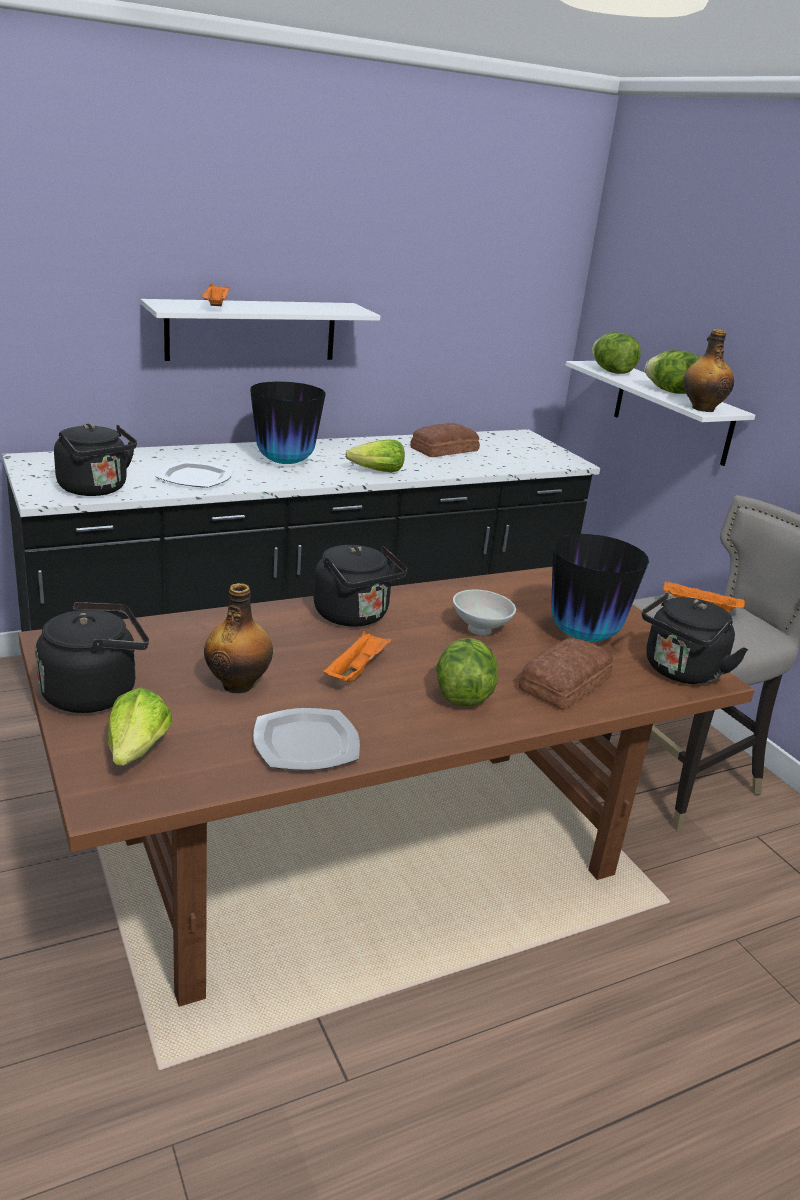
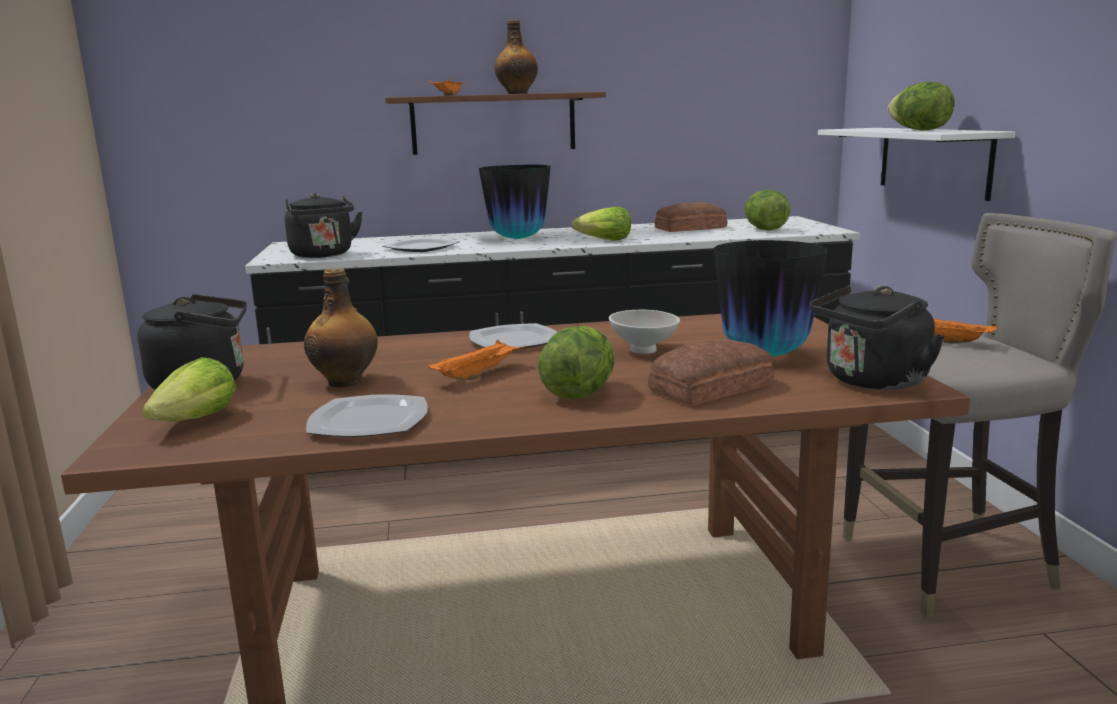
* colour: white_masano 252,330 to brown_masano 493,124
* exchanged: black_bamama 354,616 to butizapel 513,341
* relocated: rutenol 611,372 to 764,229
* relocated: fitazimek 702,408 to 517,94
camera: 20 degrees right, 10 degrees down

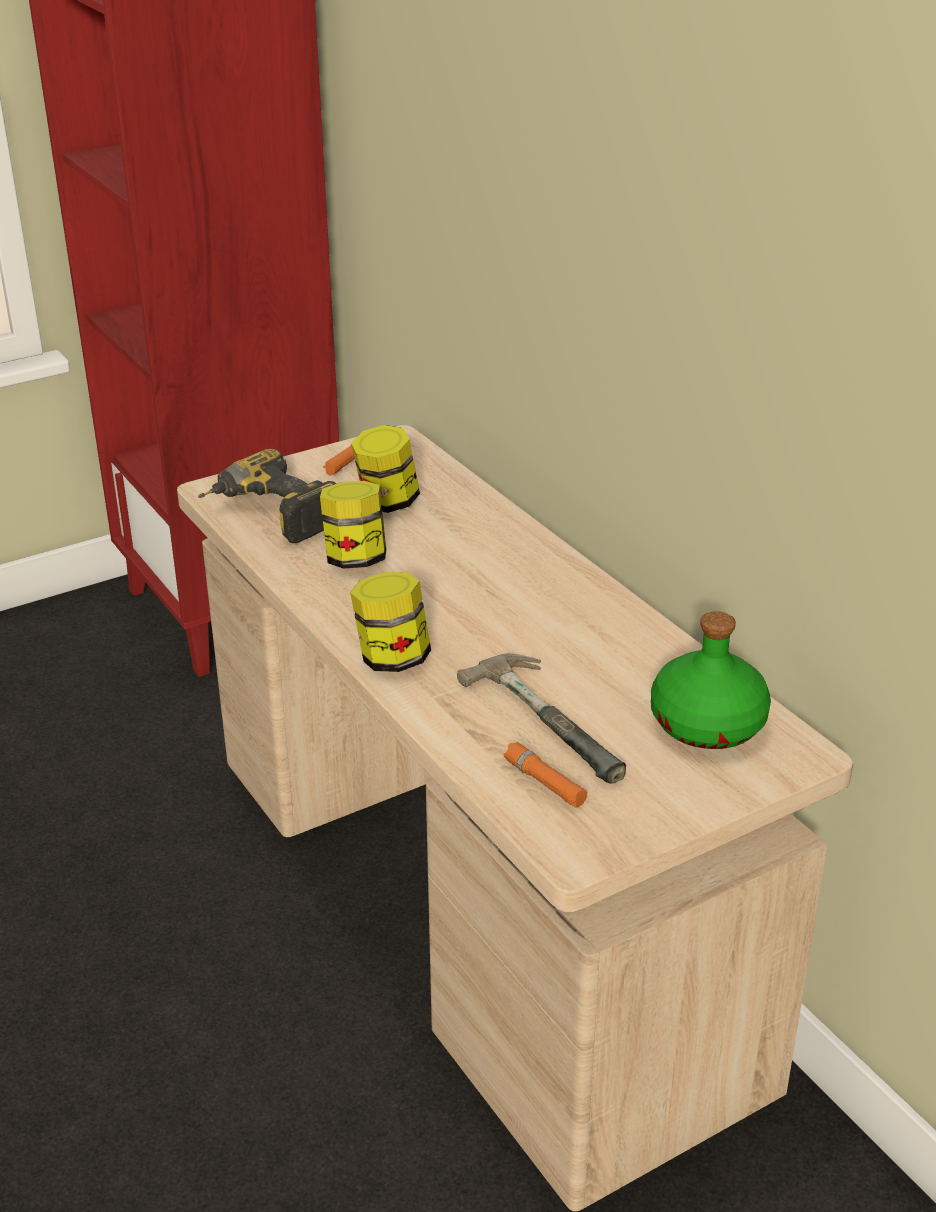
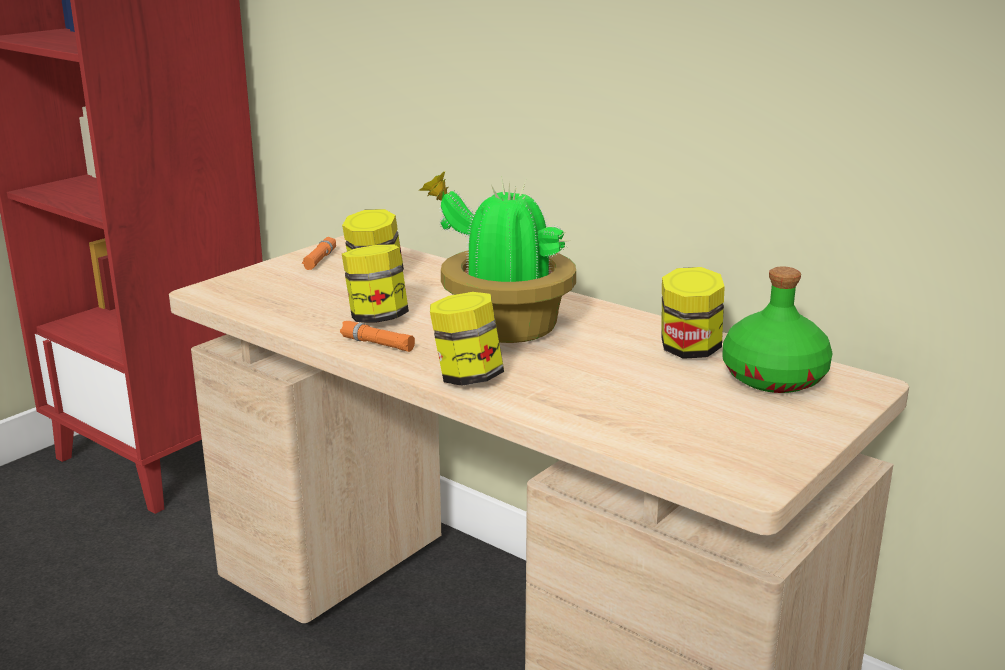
* missing: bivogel 268,516
* missing: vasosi 557,718
* relocated: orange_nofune 544,782 to 377,343
* appeared: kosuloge 503,328
* appeared: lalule 689,350
camera: 20 degrees left, 10 degrees down

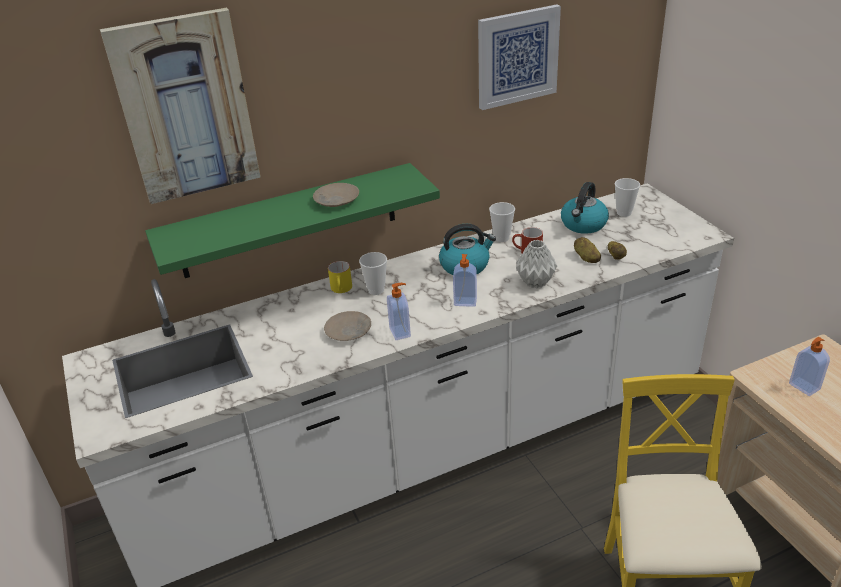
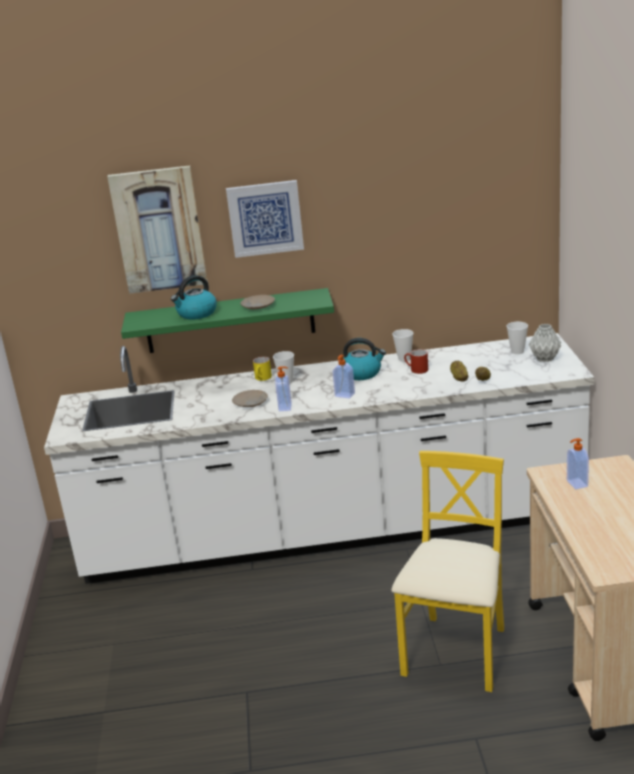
* relocated: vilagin 517,57 to 265,218
* relocated: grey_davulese 535,282 to 545,358
* relocated: bamama 583,224 to 196,313
camera: 20 degrees right, 10 degrees down

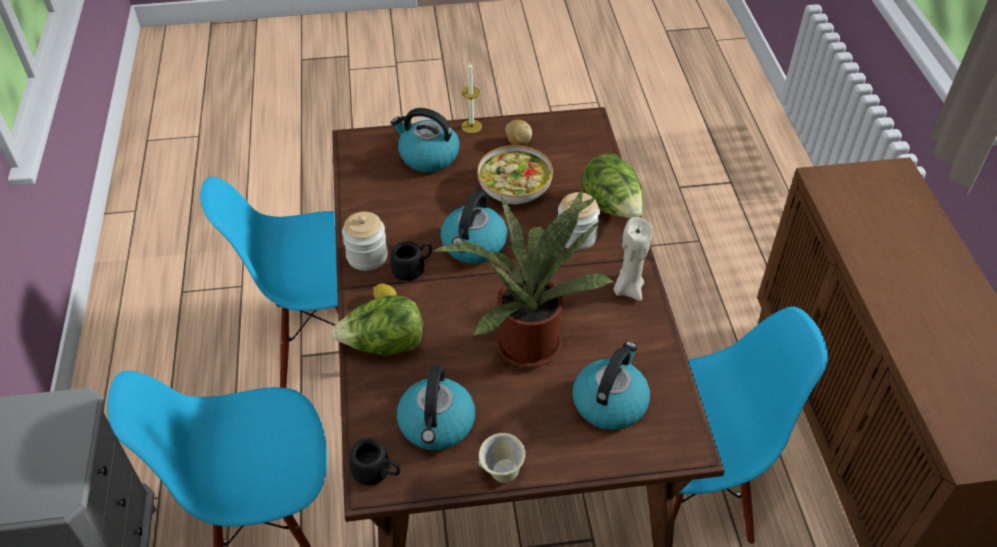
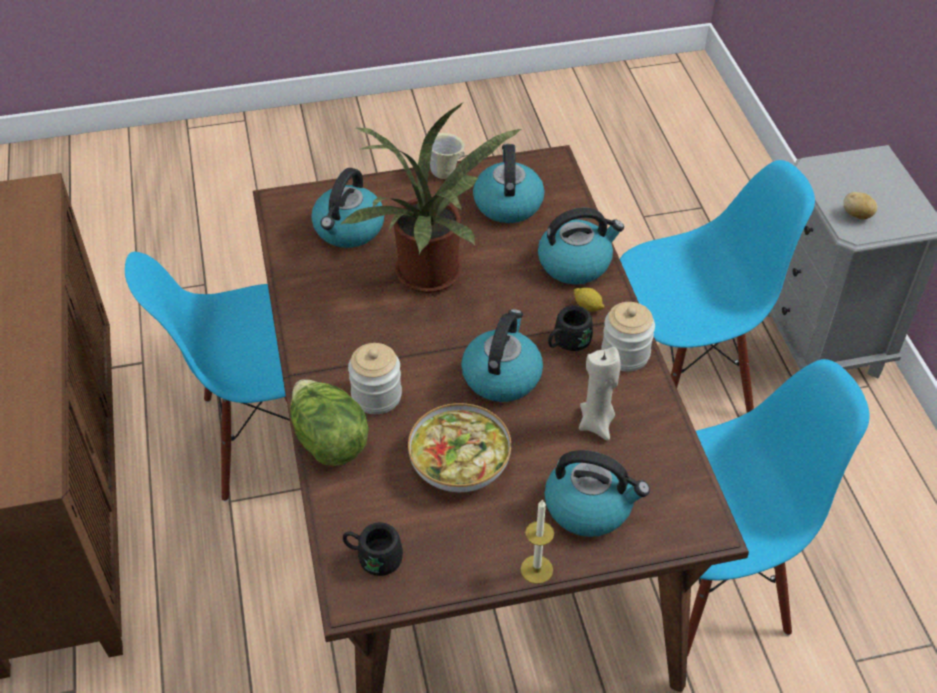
* exchanged: rutenol 384,345 to bamama 575,263
* relocated: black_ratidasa 377,473 to 373,558
* relocated: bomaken 517,142 to 857,215
* relocated: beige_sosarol 628,289 to 597,423
camera: 175 degrees right, 0 degrees up

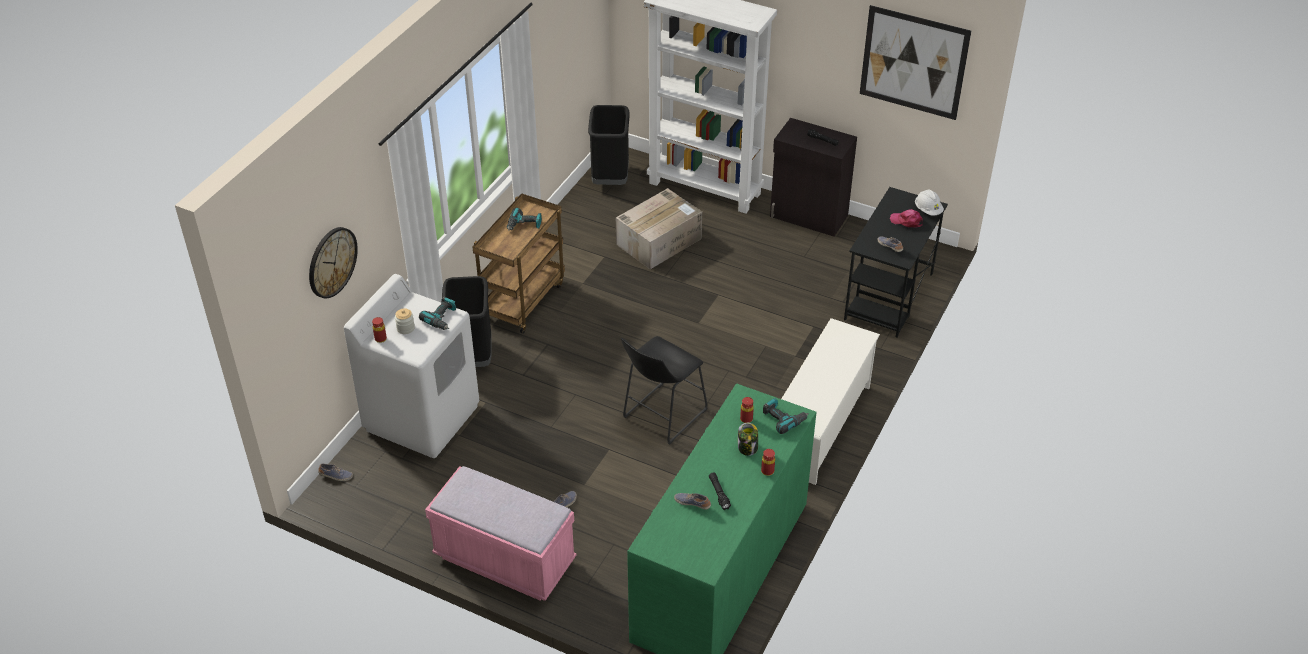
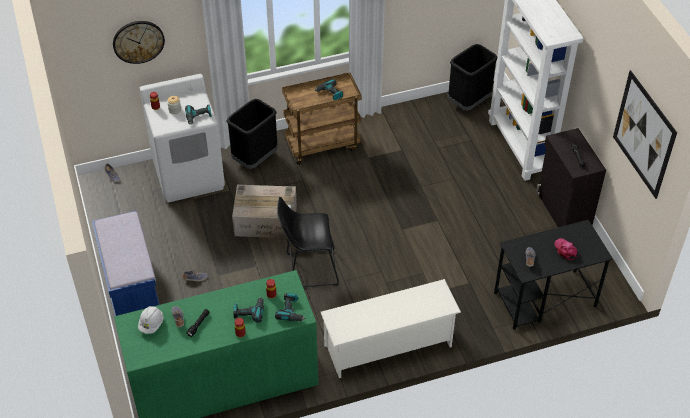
* colour: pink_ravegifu 504,560 to blue_ravegifu 130,284
* relocated: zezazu 659,241 to 266,220
* exchanged: lalule 747,448 to bivogel 249,312
* relocated: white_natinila 928,210 to 151,324
camera: 45 degrees right, 5 degrees up

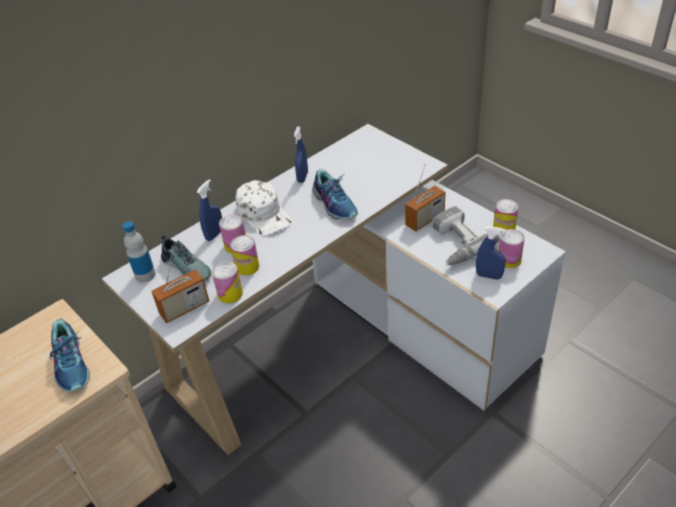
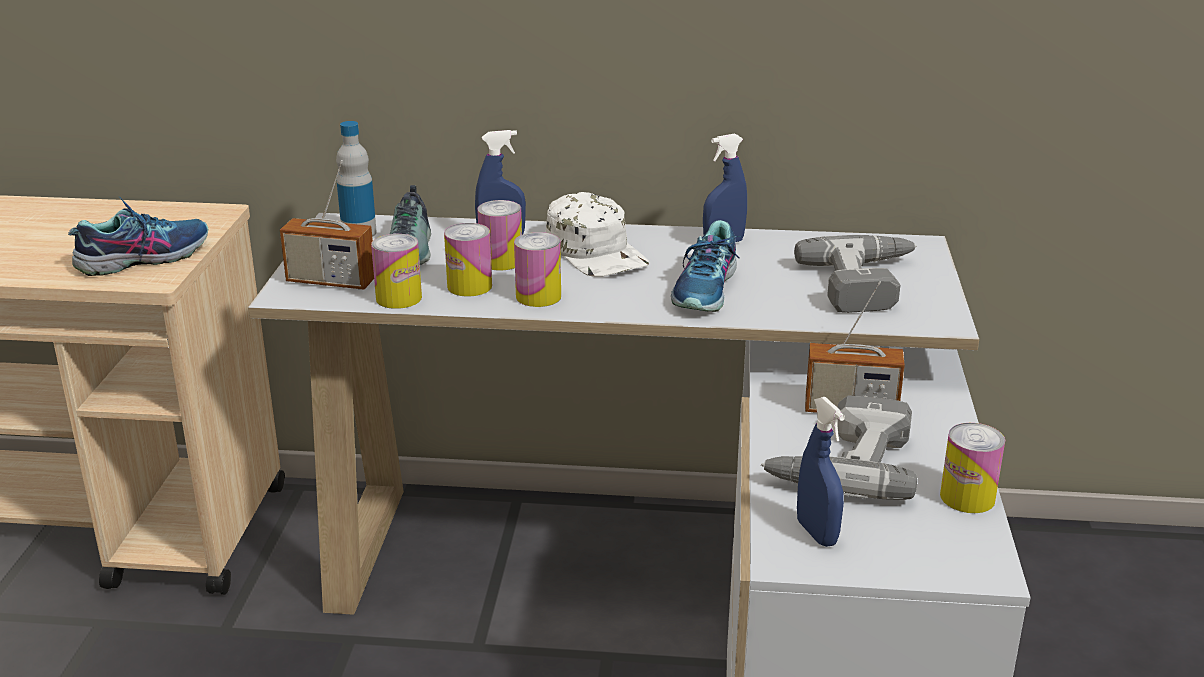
* spun: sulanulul 72,364 = 144,257 150 degrees counterclockwise
* spun: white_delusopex 264,214 = 597,251 45 degrees counterclockwise
* relocated: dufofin 509,260 to 538,296
* appeared: bivogel 868,284
camera: 45 degrees right, 15 degrees down

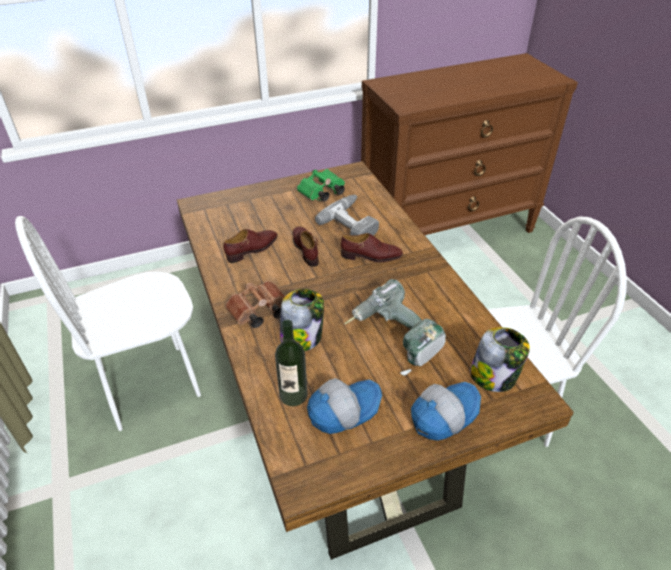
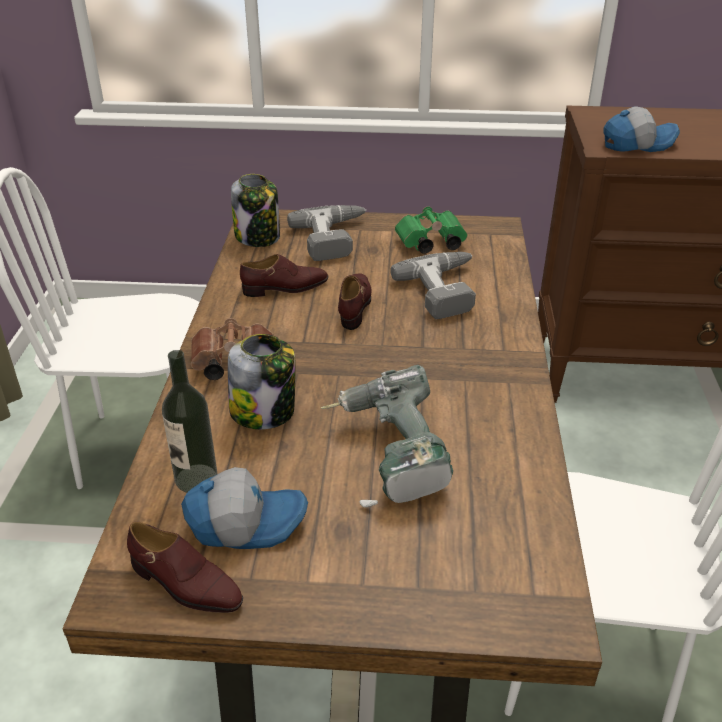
* relocated: brown_sulanulul 371,256 to 185,584
* relocated: delusopex 443,414 to 637,144
* relocated: lalule 494,376 to 258,237
* appeared: bivogel 335,238
camera: 25 degrees right, 5 degrees down

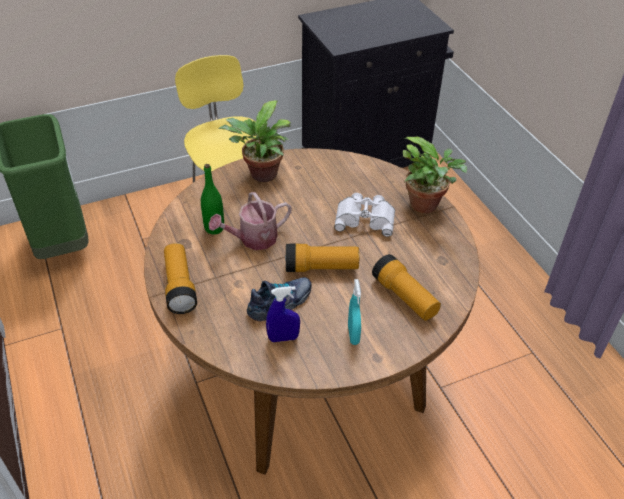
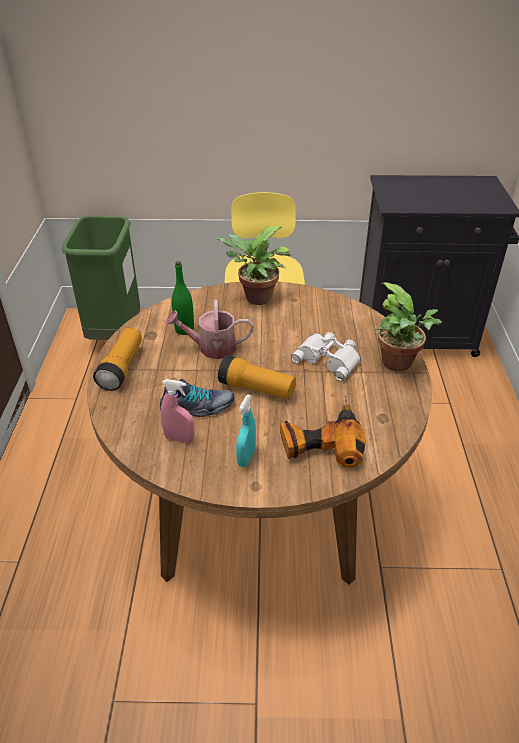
* colour: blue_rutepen 283,338 to pink_rutepen 179,438
* exchanged: nofune 405,297 to bivogel 320,440
camera: 25 degrees right, 5 degrees down

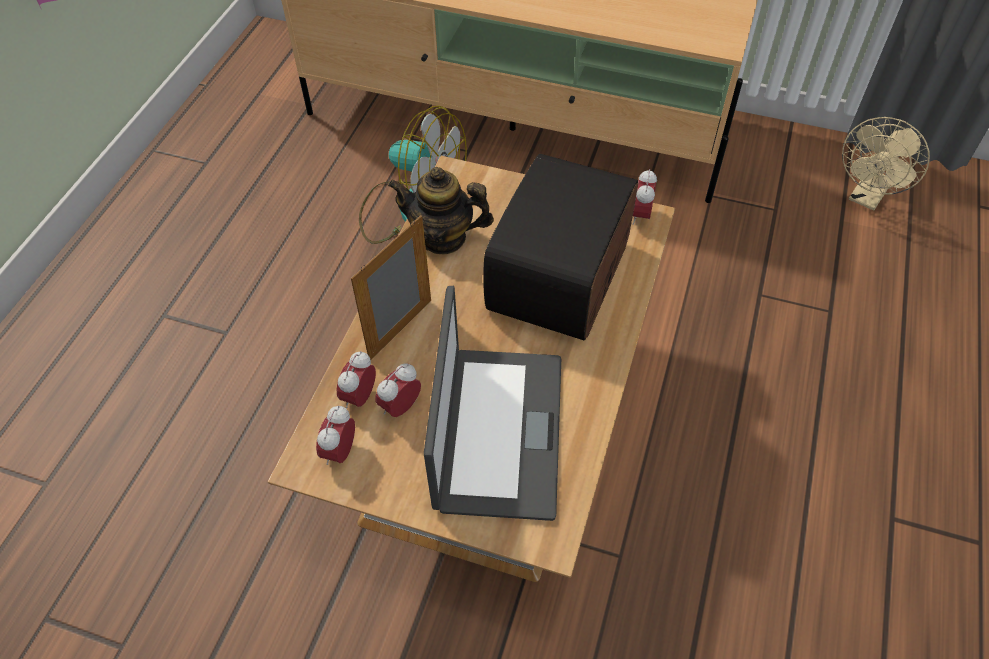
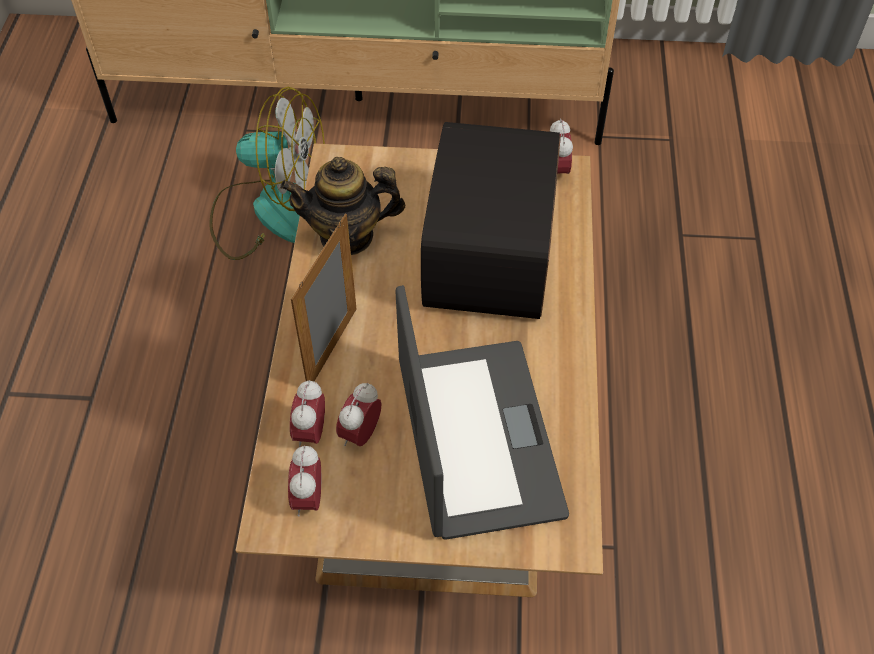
* missing: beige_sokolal 867,198
camera: 15 degrees left, 0 degrees up

